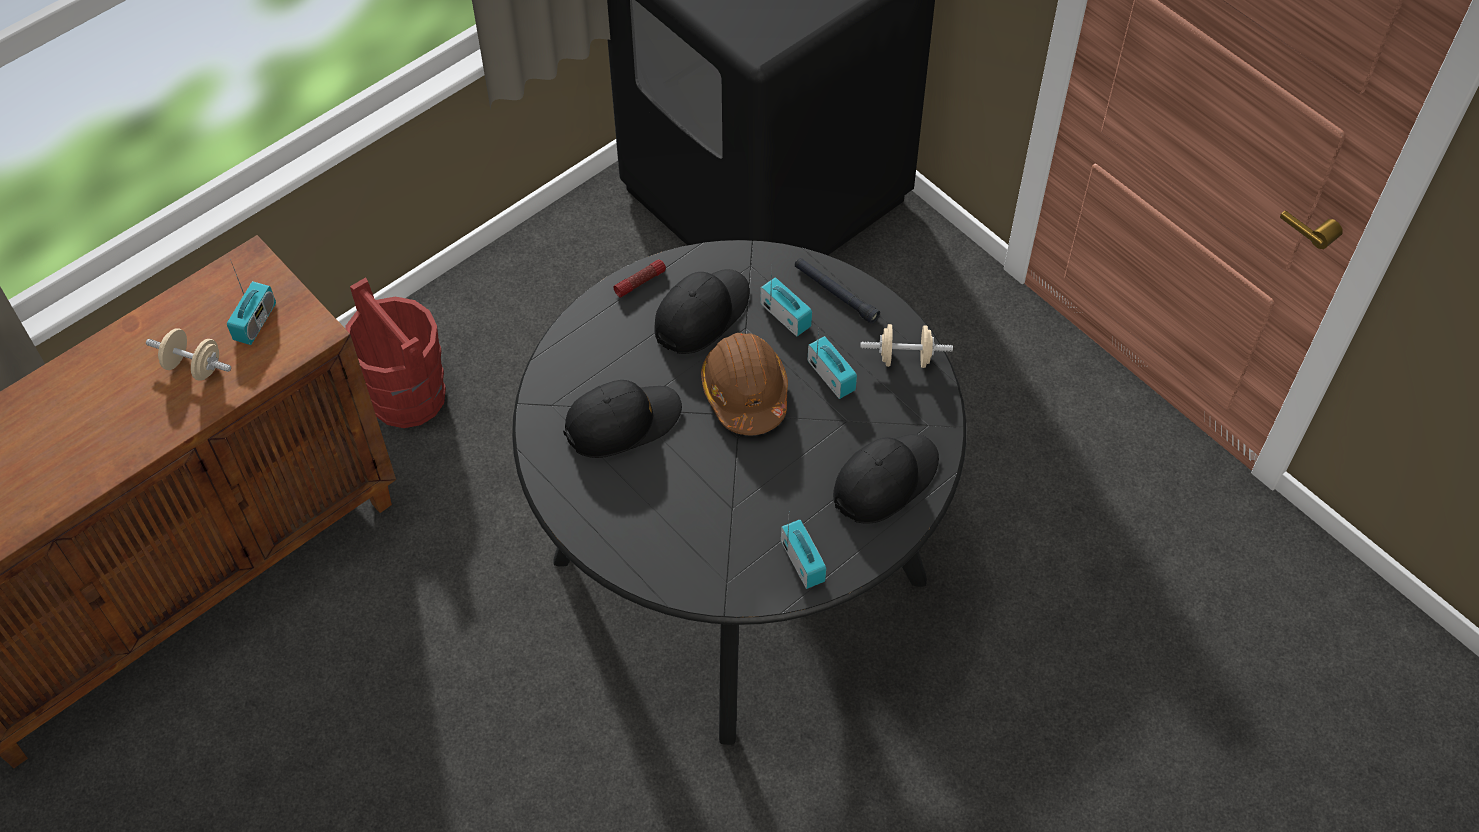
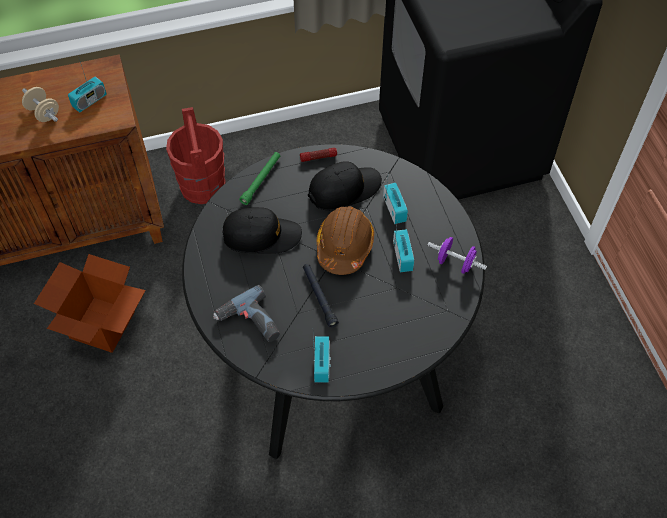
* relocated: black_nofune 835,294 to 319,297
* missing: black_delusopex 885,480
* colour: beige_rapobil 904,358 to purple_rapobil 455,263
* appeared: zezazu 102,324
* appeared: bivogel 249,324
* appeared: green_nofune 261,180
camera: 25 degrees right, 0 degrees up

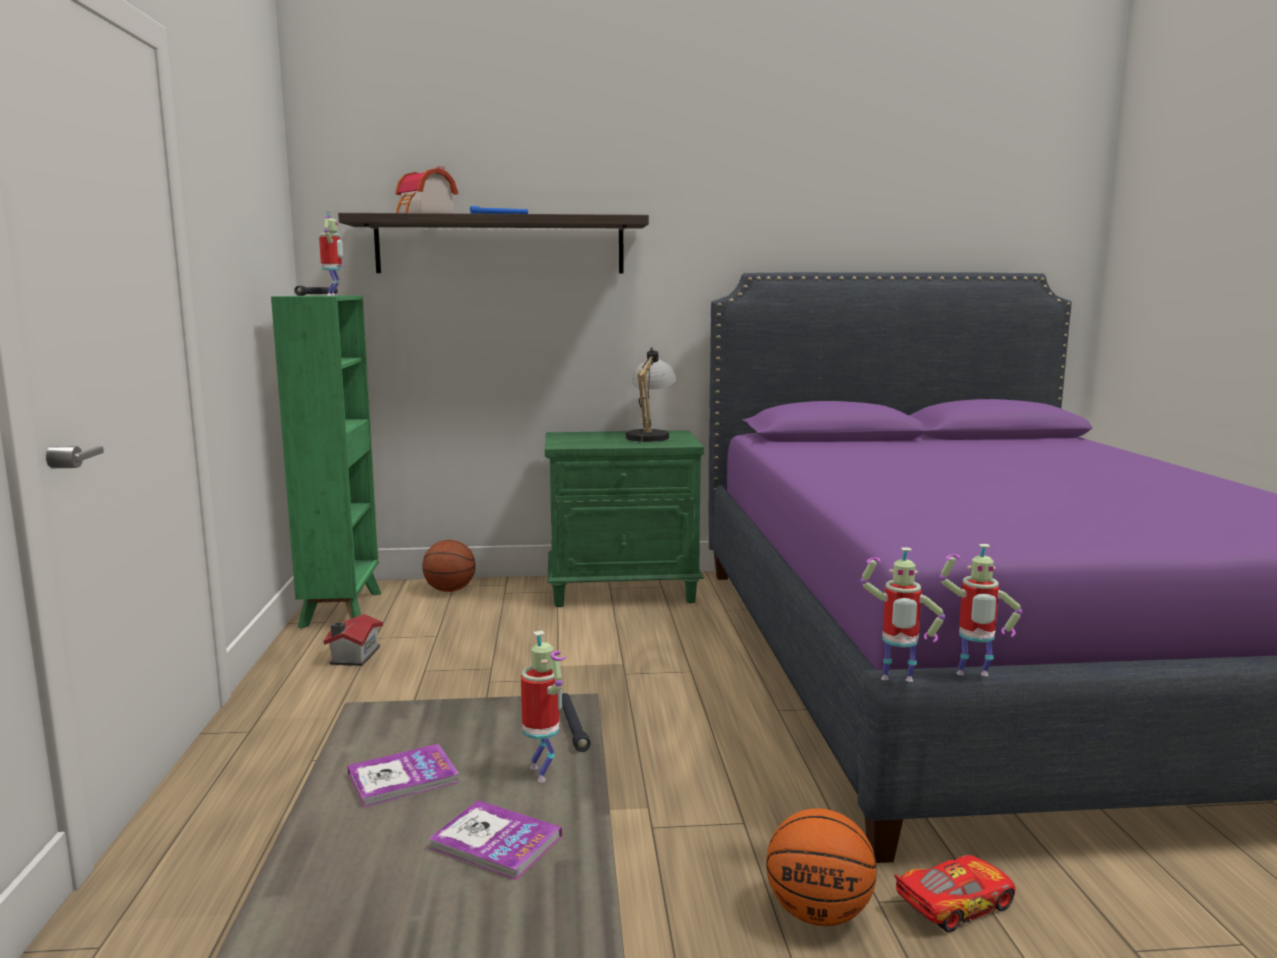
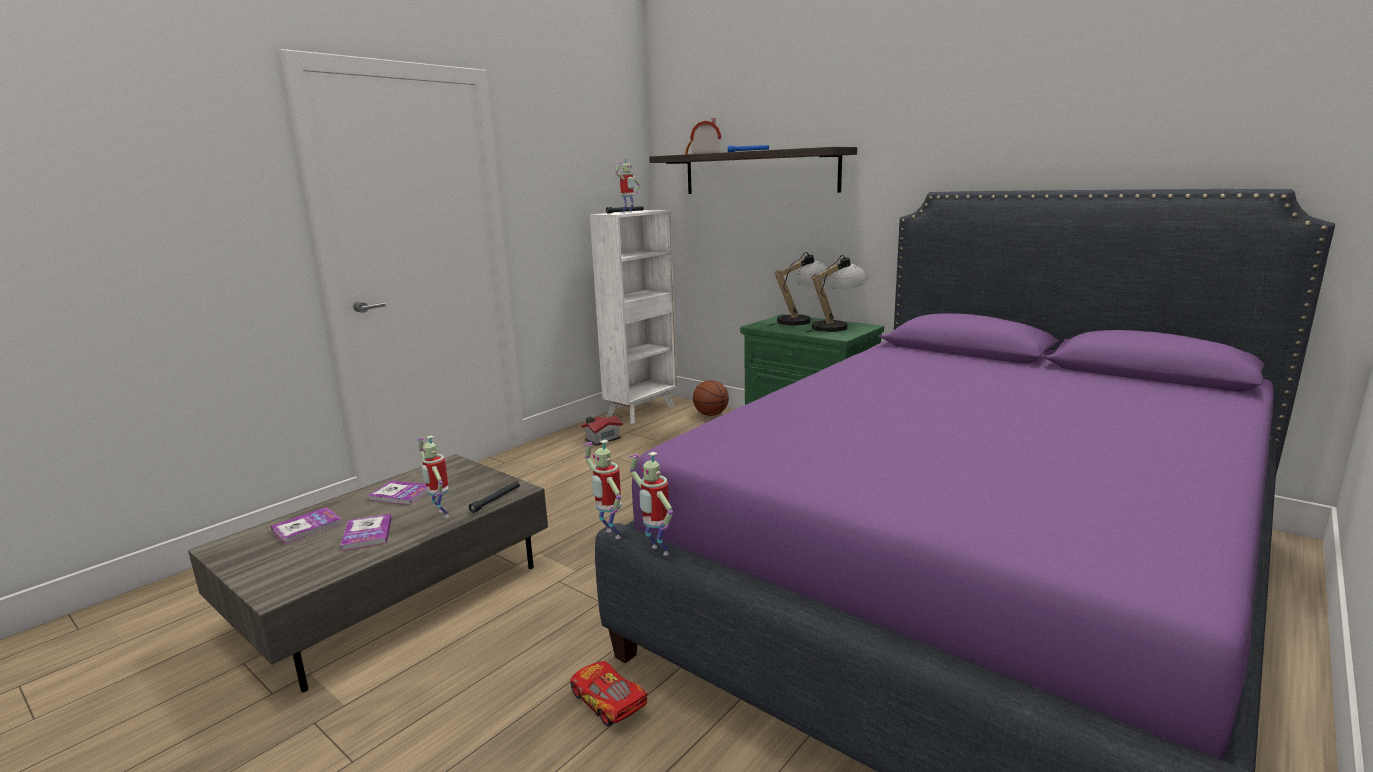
* colour: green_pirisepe 342,608 to white_pirisepe 642,411
* spun: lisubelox 543,773 = 440,514 120 degrees clockwise
* missing: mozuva 818,913
* spun: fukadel 954,904 = 608,702 150 degrees counterclockwise
* appeared: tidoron 307,527
* appeared: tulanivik 801,320
camera: 45 degrees right, 5 degrees up

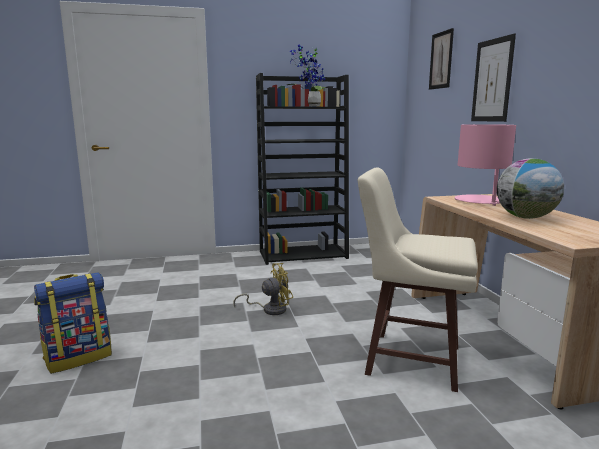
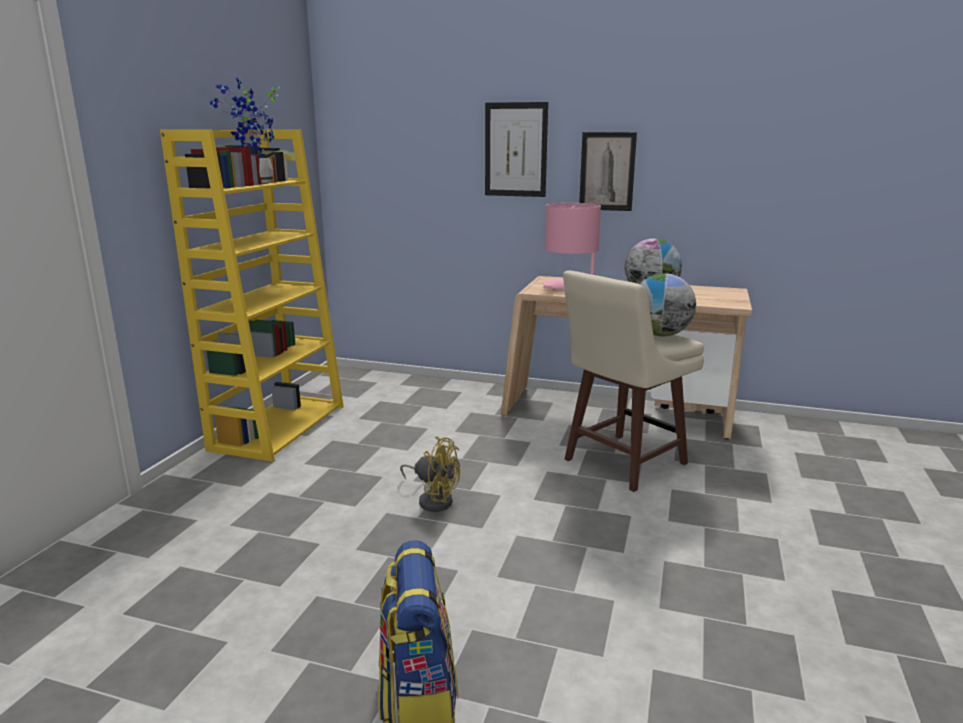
* spun: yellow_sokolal 270,309 = 433,499 105 degrees clockwise
* colour: black_pirisepe 303,254 to yellow_pirisepe 279,426
* relocated: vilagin 441,60 to 607,171
* appeared: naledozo 660,335
camera: 60 degrees left, 5 degrees up

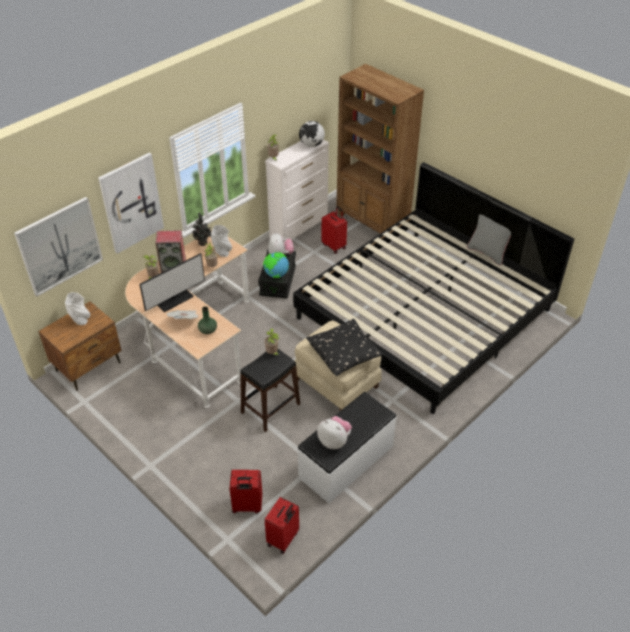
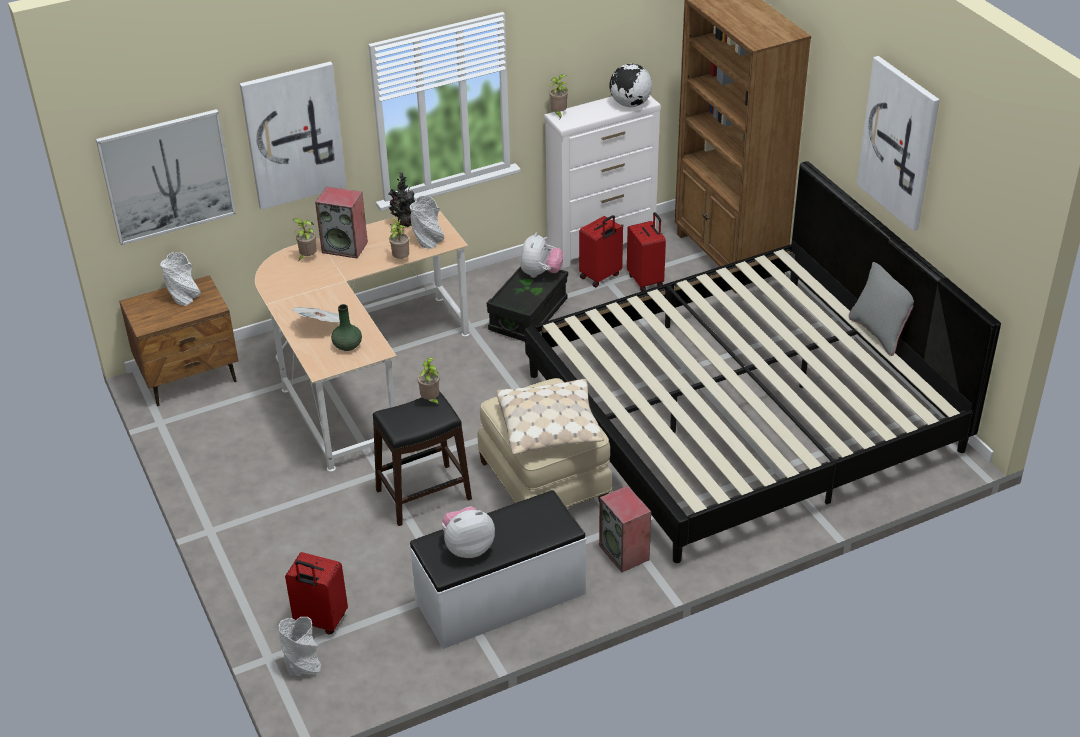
* missing: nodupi 174,300
* missing: naledozo 276,275
* relocated: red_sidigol 283,539 to 601,276
* colour: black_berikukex 344,352 to beige_berikukex 550,427
* spun: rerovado 334,441 = 468,547 75 degrees counterclockwise
* appeared: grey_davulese 302,664
* appeared: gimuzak 625,553
* appeared: vilagin 899,143
camera: 20 degrees right, 5 degrees down

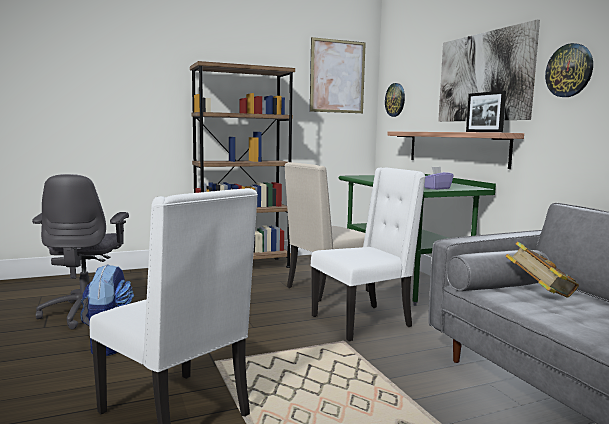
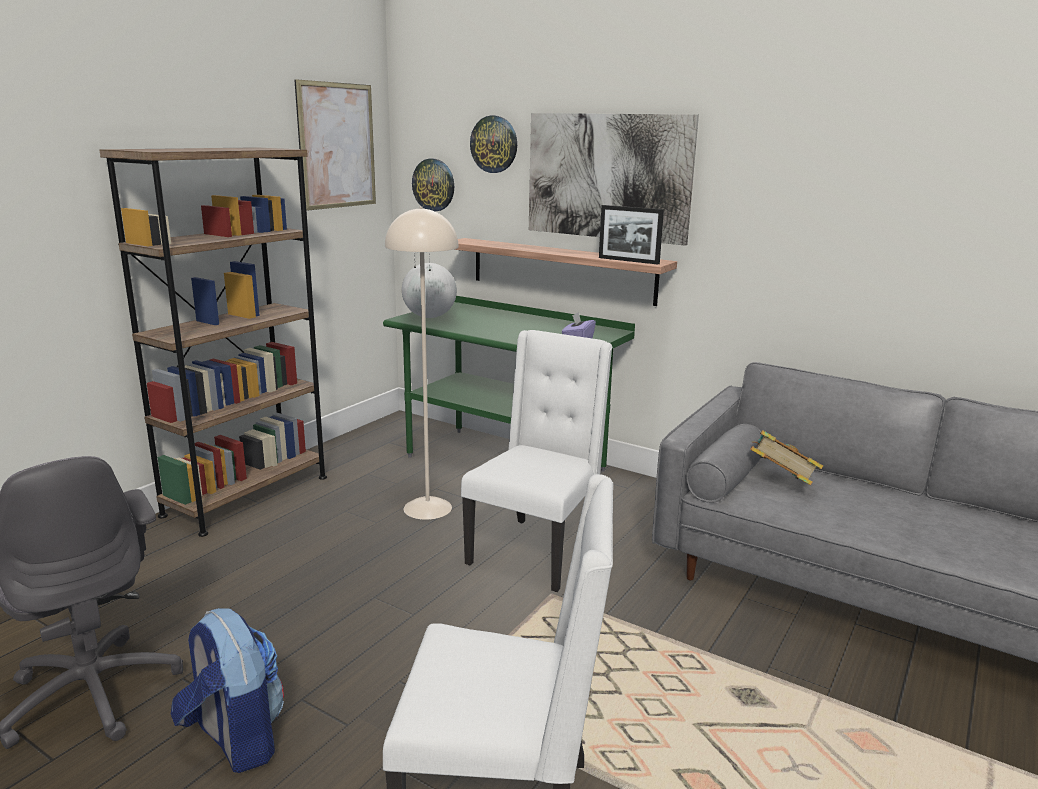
* exchanged: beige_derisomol 326,289 to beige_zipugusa 427,508
* relocated: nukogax 569,70 to 494,144
* appeared: naledozo 429,317
camera: 35 degrees left, 10 degrees up

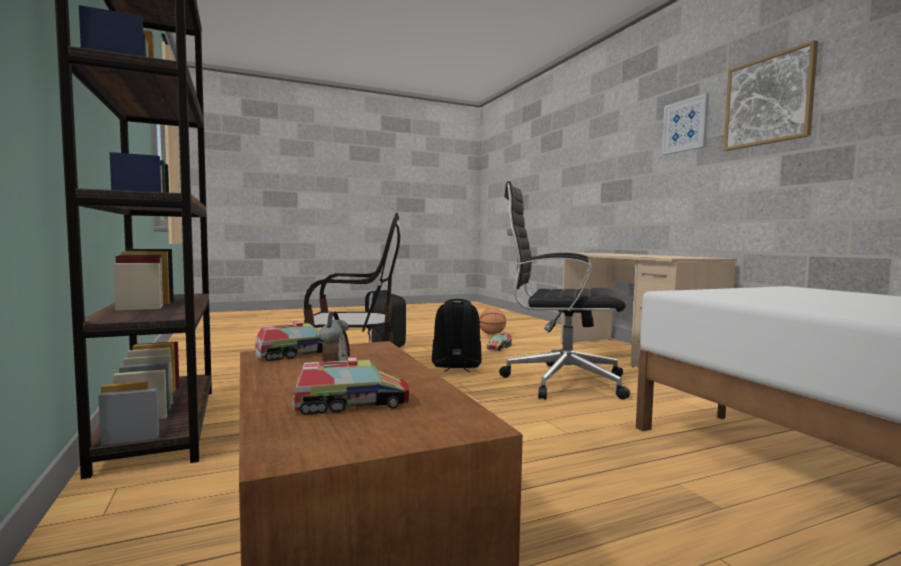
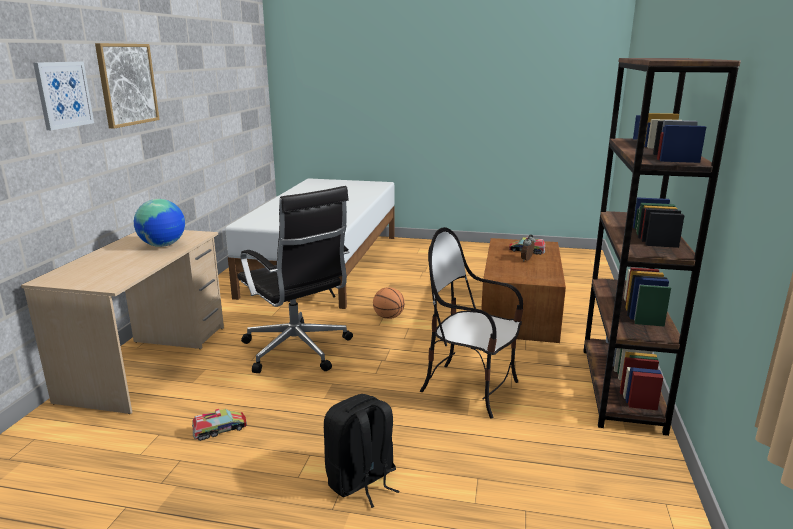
* missing: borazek 298,354
* missing: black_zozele 456,366
* relocated: mozuva 492,334 to 388,317
* appeared: naledozo 163,245
camera: 145 degrees left, 15 degrees up

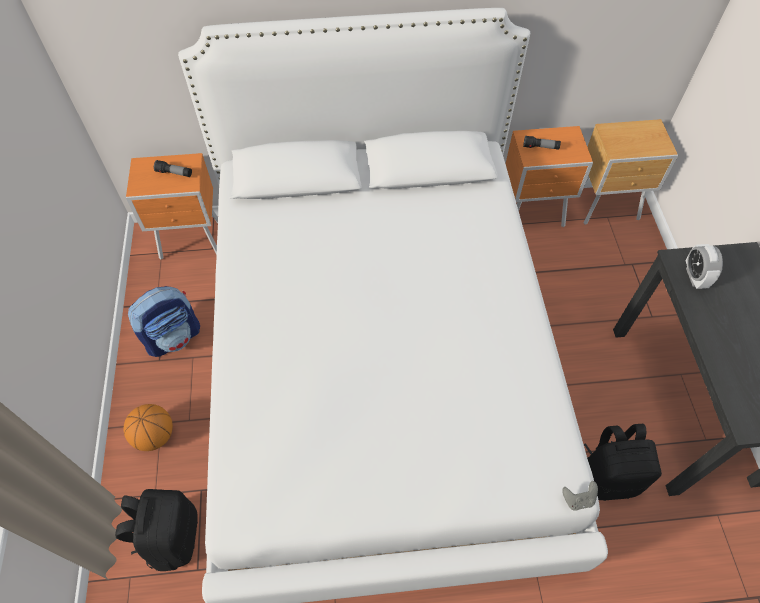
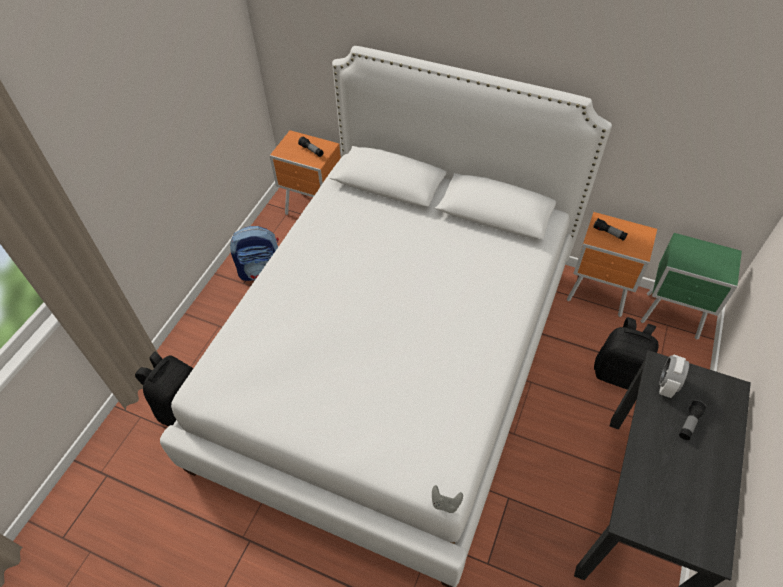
* missing: mozuva 155,435
* colour: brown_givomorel 607,207 to green_givomorel 673,317
* relocated: black_zozele 607,477 to 619,373
* appeared: nofune 689,423
camera: 30 degrees right, 5 degrees down

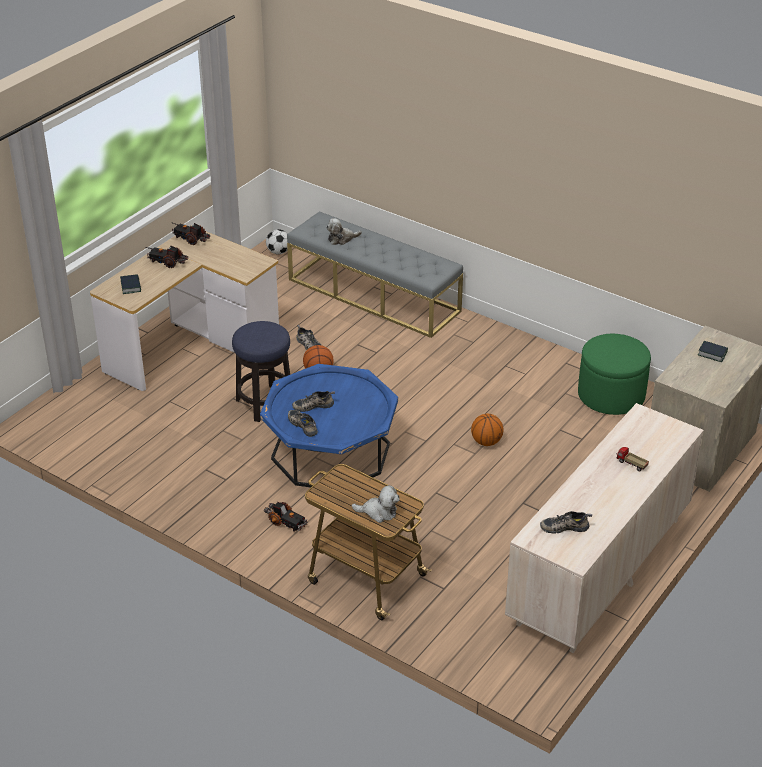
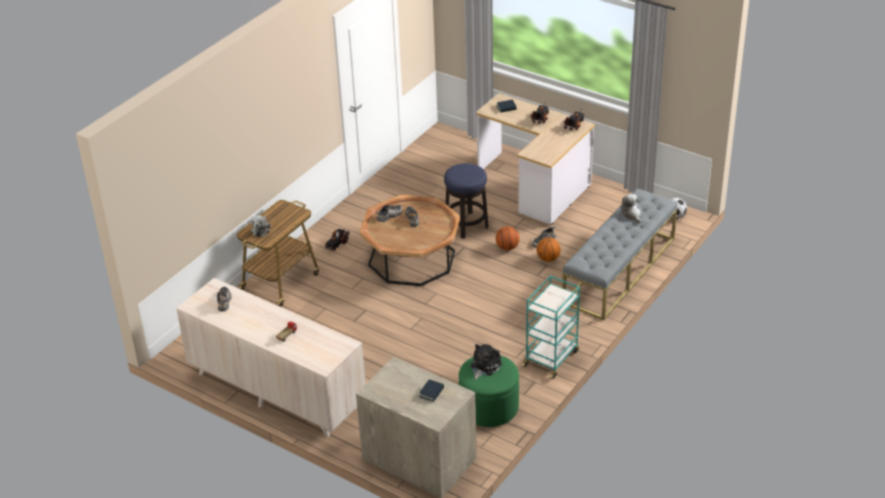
* colour: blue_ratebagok 330,452 to brown_ratebagok 411,259
* relocated: mozuva 486,442 to 548,259
* appeared: rerovado 484,366
* appeared: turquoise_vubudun 551,358
camera: 90 degrees right, 0 degrees up

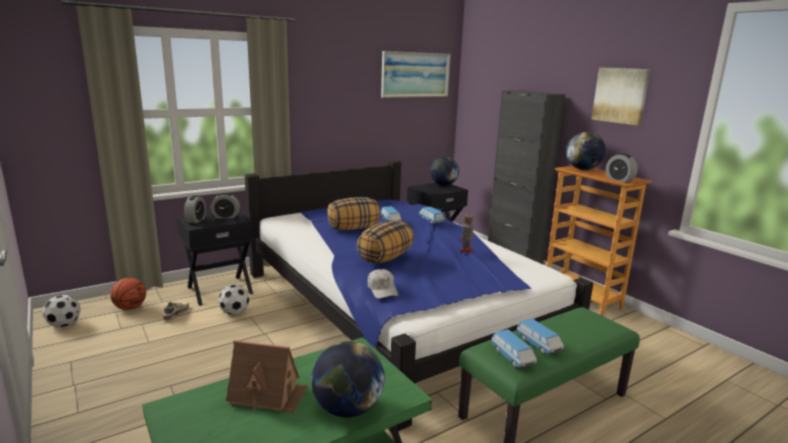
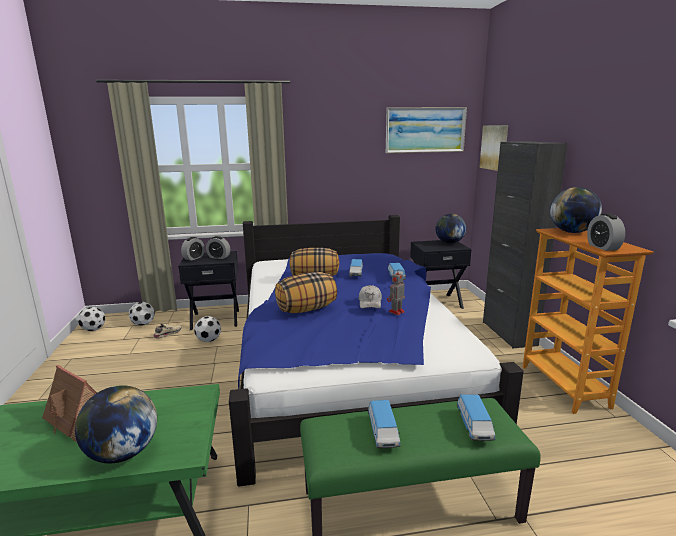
* exchanged: mozuva 130,308 to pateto 143,324
* relocated: white_delusopex 382,290 to 370,302
* relocated: fukadel 512,357 to 474,426
* relocated: vilagin 620,95 to 494,147
camera: 25 degrees right, 0 degrees up

